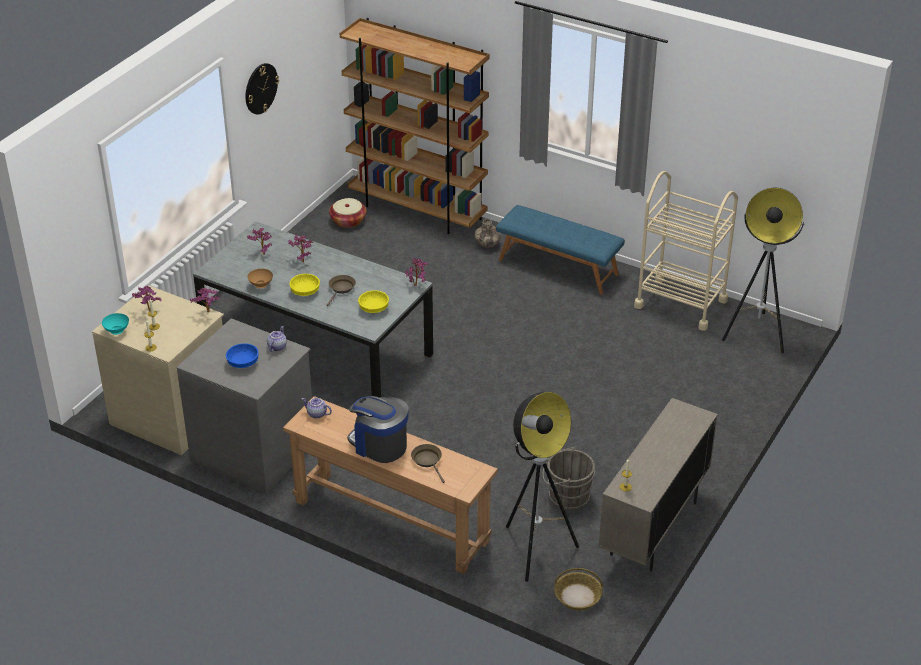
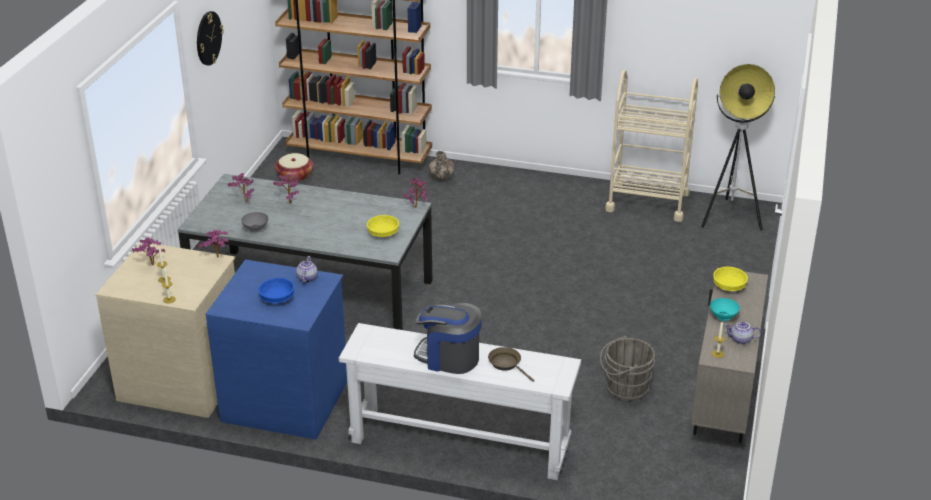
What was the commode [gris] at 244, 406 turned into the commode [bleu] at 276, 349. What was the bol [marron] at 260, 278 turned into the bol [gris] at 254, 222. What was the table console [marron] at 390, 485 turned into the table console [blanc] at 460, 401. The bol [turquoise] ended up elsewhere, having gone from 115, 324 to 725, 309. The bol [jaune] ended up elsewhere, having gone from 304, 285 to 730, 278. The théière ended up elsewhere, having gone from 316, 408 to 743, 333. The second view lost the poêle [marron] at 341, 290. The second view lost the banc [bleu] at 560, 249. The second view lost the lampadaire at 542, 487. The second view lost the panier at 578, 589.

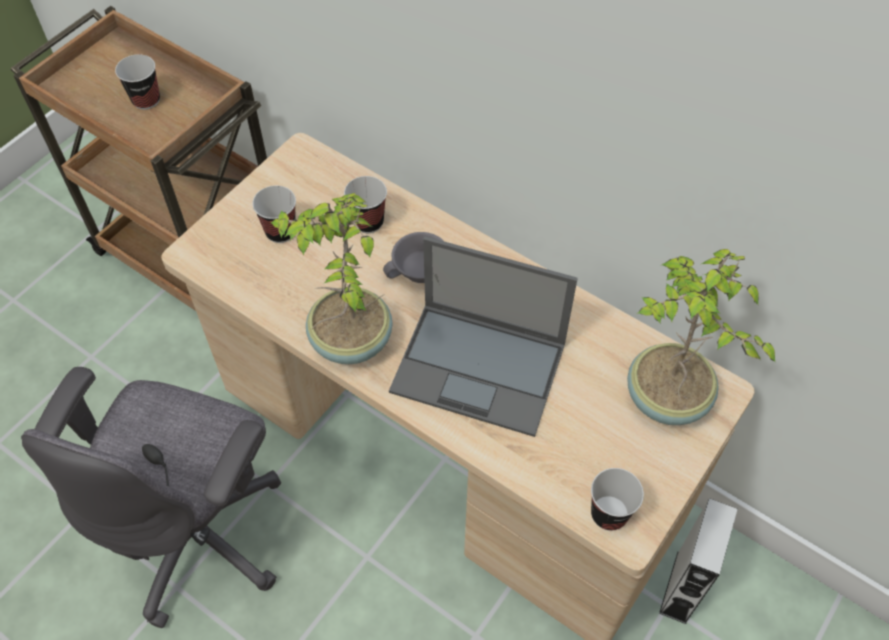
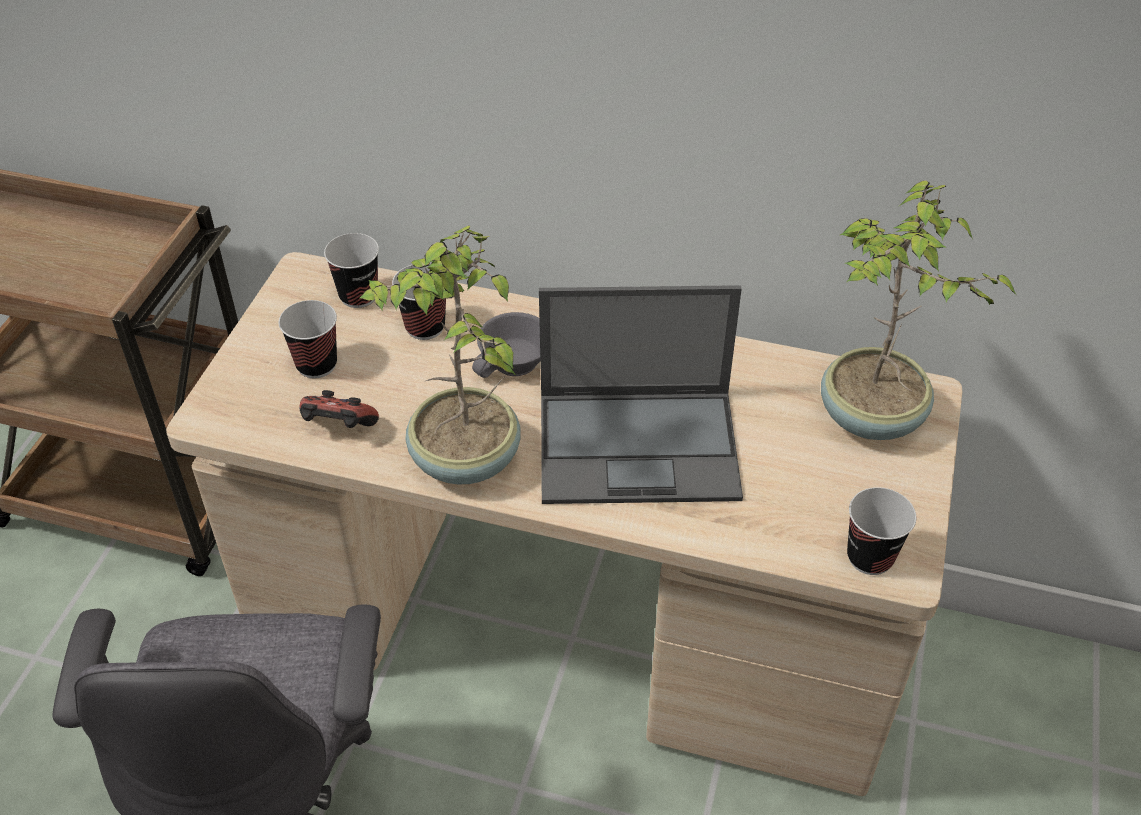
The second view gained the manette at 339, 409. The tasse ended up elsewhere, having gone from 137, 82 to 351, 270. The second view lost the enceinte [gris] at 698, 561.

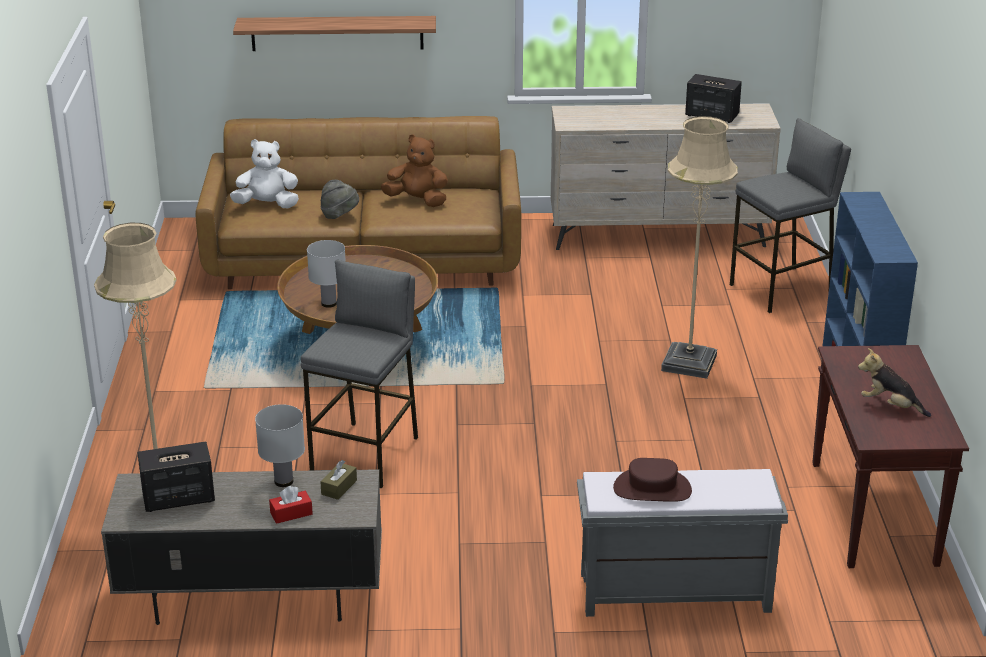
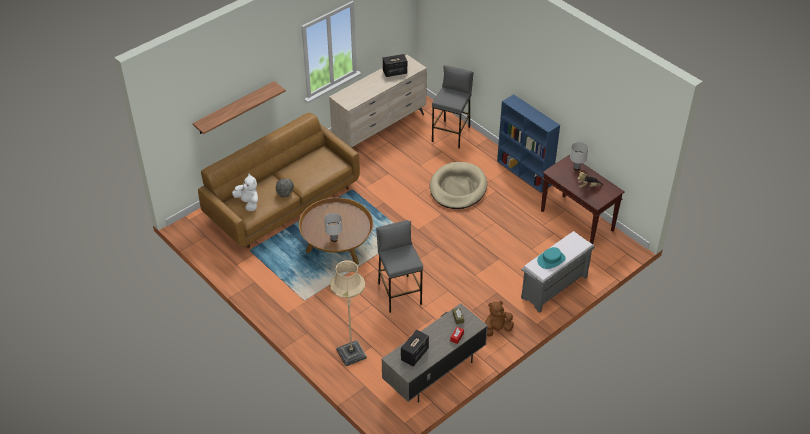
The peluche [blanc] at 264, 173 ended up facing another way, 90 degrees clockwise from before. Where the lampadaire [beige] stood at 699, 247, the panier pour chien [beige] came to stand at 458, 185. The peluche [marron] ended up elsewhere, having gone from 414, 170 to 499, 319. What was the chapeau [marron] at 652, 480 turned into the chapeau [turquoise] at 551, 258. The lampe de table [blanc] ended up elsewhere, having gone from 280, 445 to 579, 156.

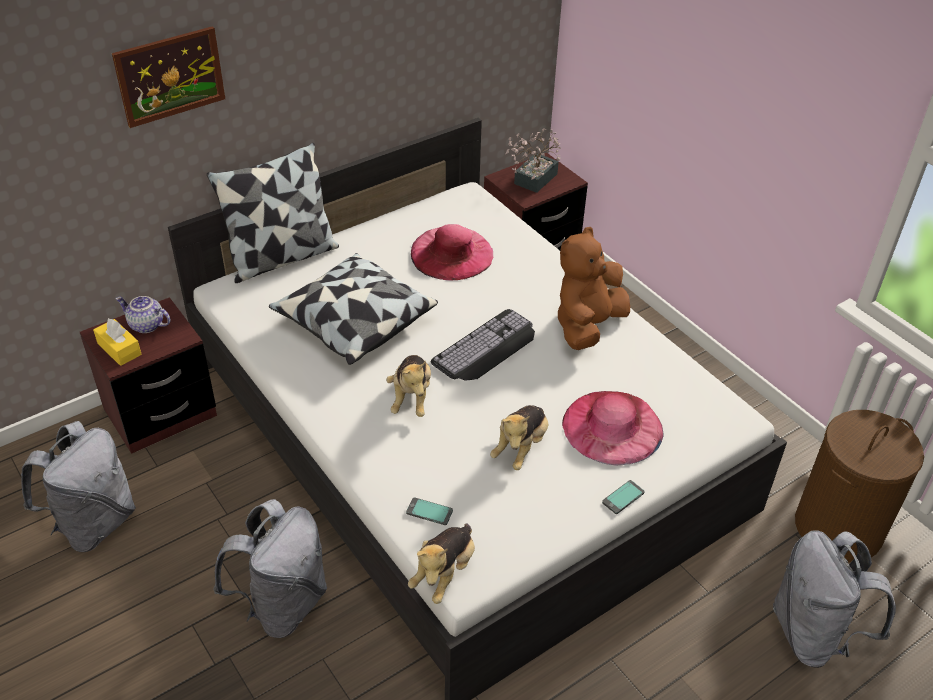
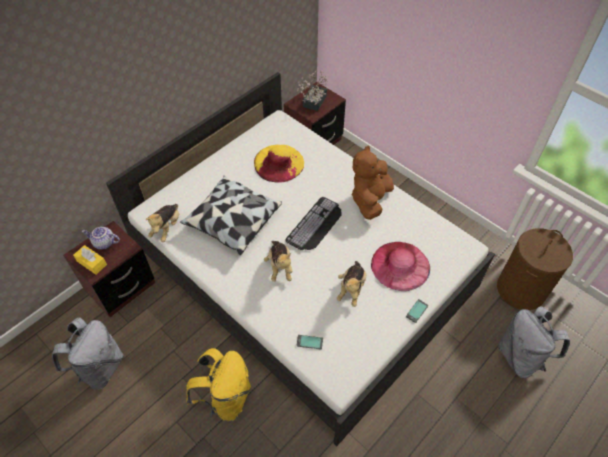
The peluche ended up elsewhere, having gone from 441, 563 to 162, 223. What was the sac à dos [gris] at 270, 568 turned into the sac à dos [jaune] at 218, 384. What was the chapeau [rose] at 452, 252 turned into the chapeau [jaune] at 279, 164. The second view lost the tableau at 168, 77. The second view lost the coussin at 273, 213.

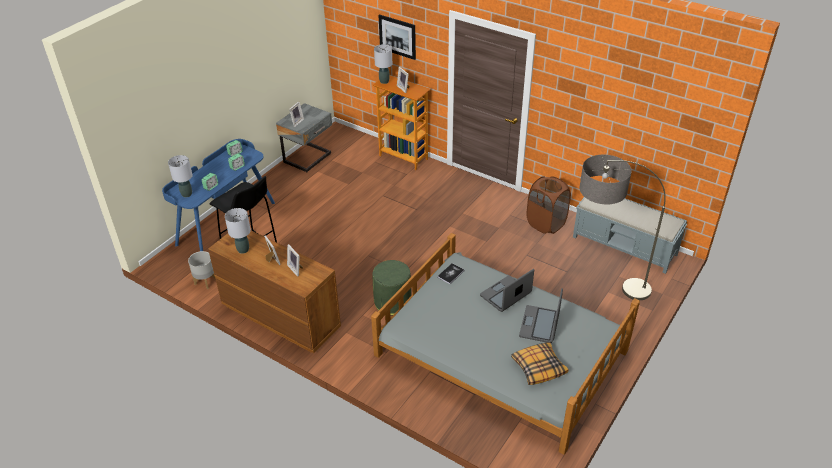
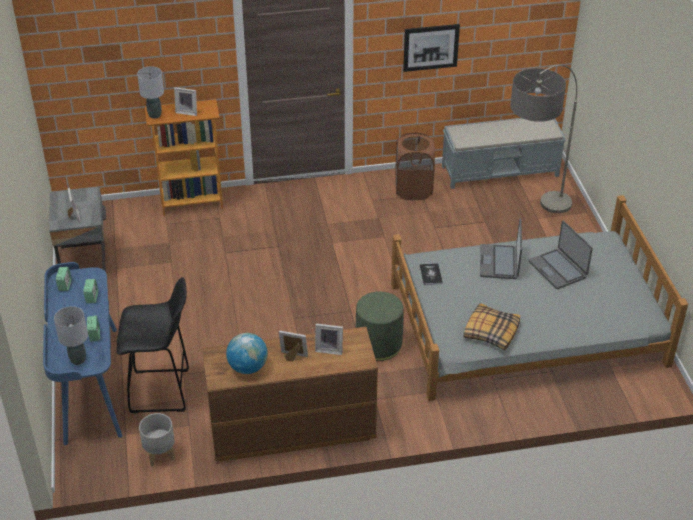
Where the lampe de table [gris] stood at 238, 231, the globe came to stand at 247, 353. The tableau ended up elsewhere, having gone from 397, 37 to 431, 48. The coussin ended up elsewhere, having gone from 540, 363 to 491, 326.

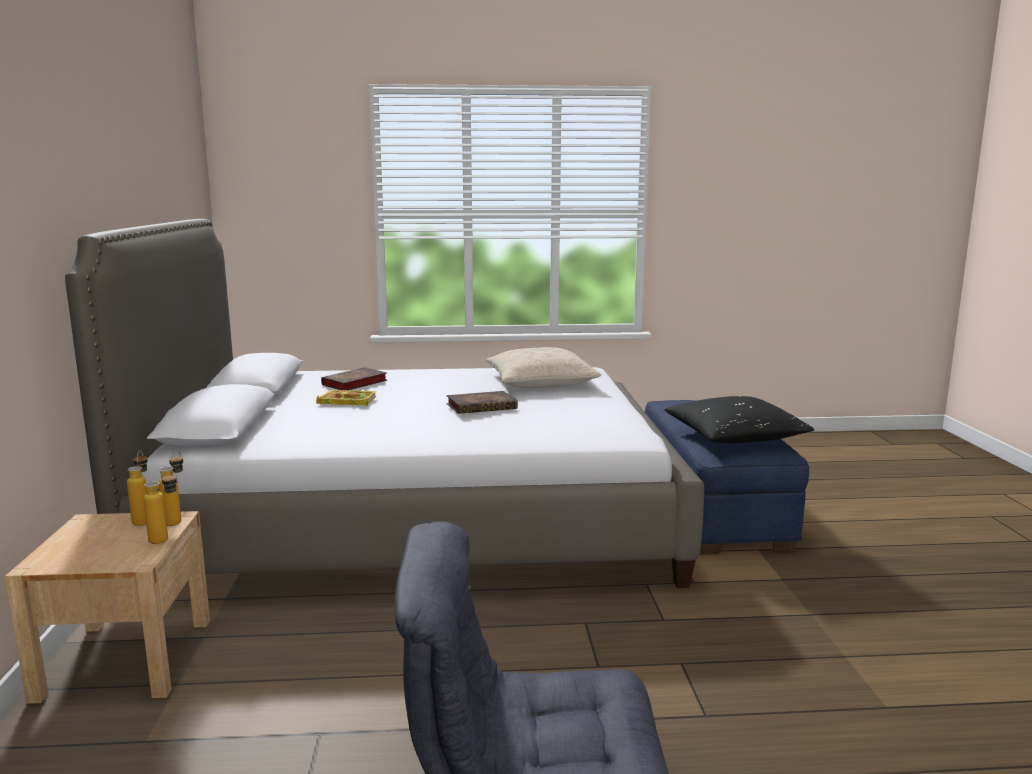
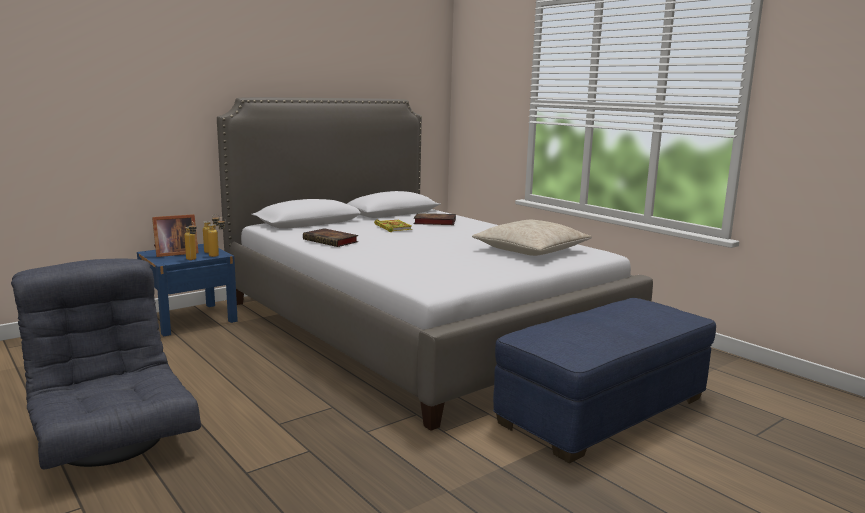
What was the table de chevet [beige] at 107, 607 turned into the table de chevet [bleu] at 187, 290. The second view gained the cadre photo at 175, 235. The livre ended up elsewhere, having gone from 482, 402 to 330, 237. The second view lost the coussin [noir] at 739, 419.

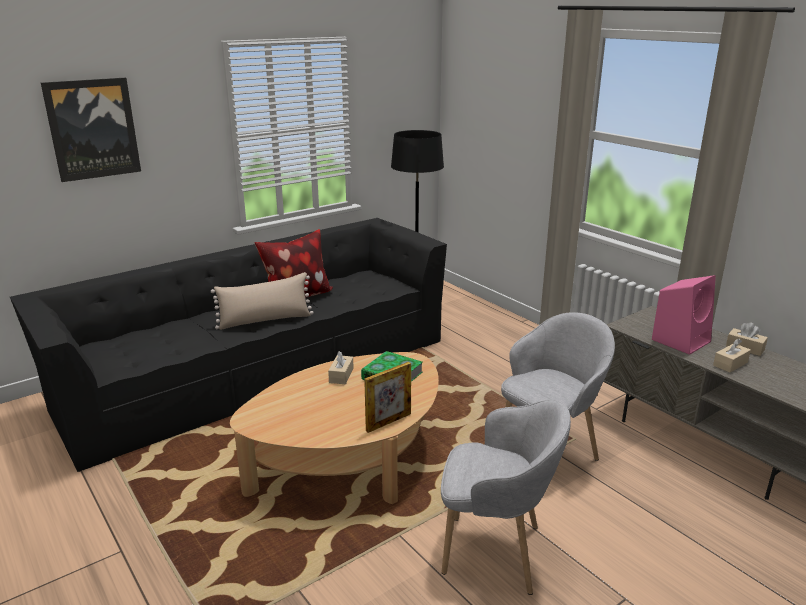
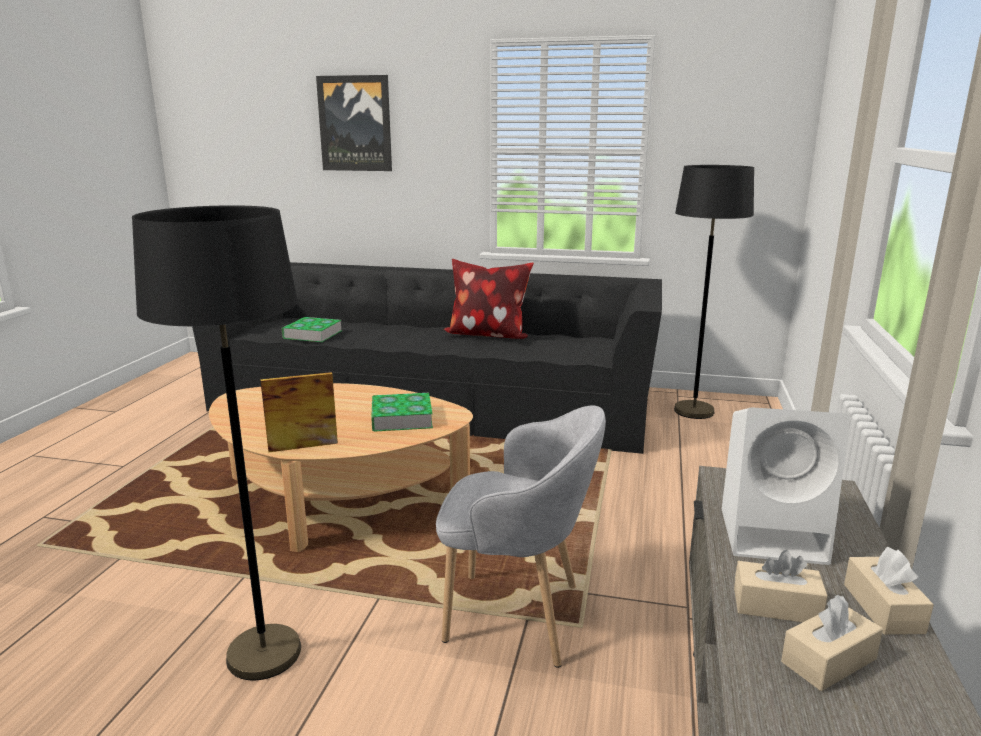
Where the fauteuil [gris] stood at 506, 497, the lampadaire [noir] came to stand at 216, 442. The cadre photo at 387, 397 ended up facing another way, 150 degrees clockwise from before. The second view gained the livre at 312, 329. What was the enceinte [rose] at 684, 315 turned into the enceinte [blanc] at 786, 486. The boîte à mouchoirs [beige] ended up elsewhere, having gone from 341, 367 to 832, 643. The second view lost the coussin [beige] at 262, 301.

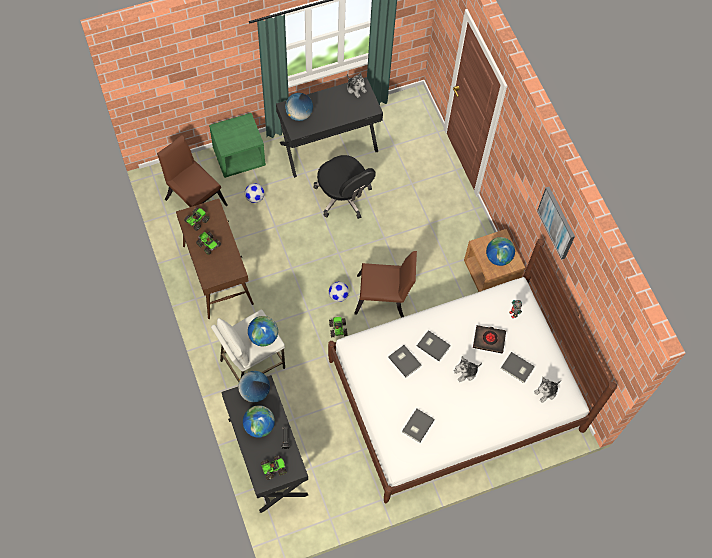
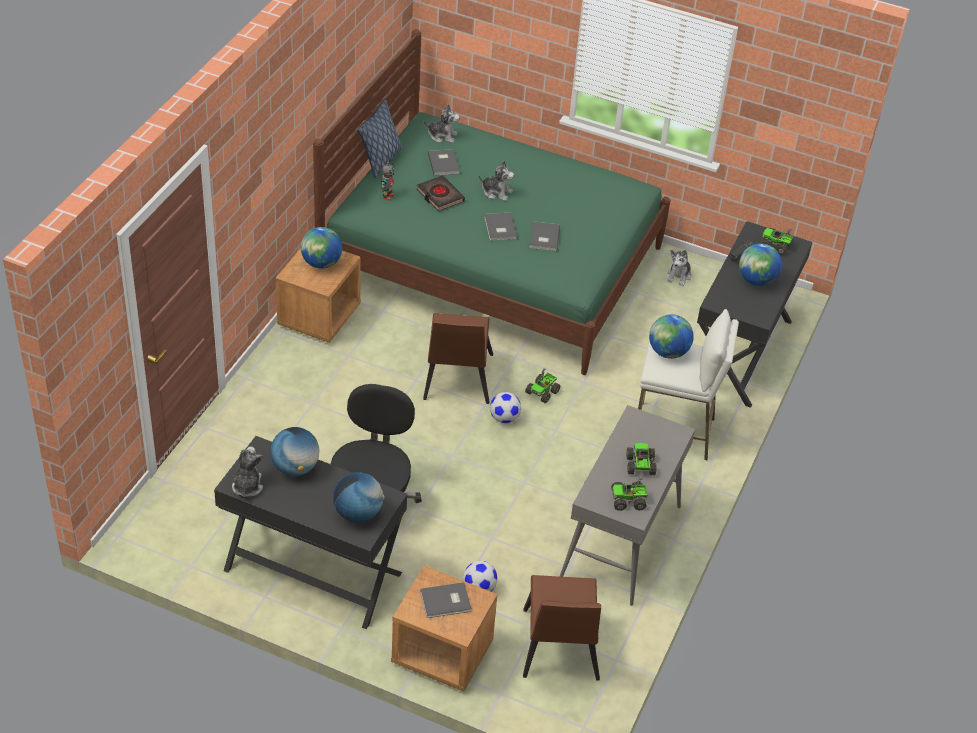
The globe ended up elsewhere, having gone from 254, 386 to 295, 451. What was the lit [blanc] at 472, 370 turned into the lit [vert] at 491, 202. The second view gained the coussin at 379, 139. What was the table de chevet [vert] at 237, 145 turned into the table de chevet [marron] at 444, 629. The livre [gris] ended up elsewhere, having gone from 418, 426 to 445, 600. The chaise [marron] at 385, 284 ended up facing another way, 135 degrees counterclockwise from before. What was the table console [marron] at 215, 259 turned into the table console [gris] at 627, 505. The second view gained the peluche at 679, 268. The second view lost the tableau at 556, 223.

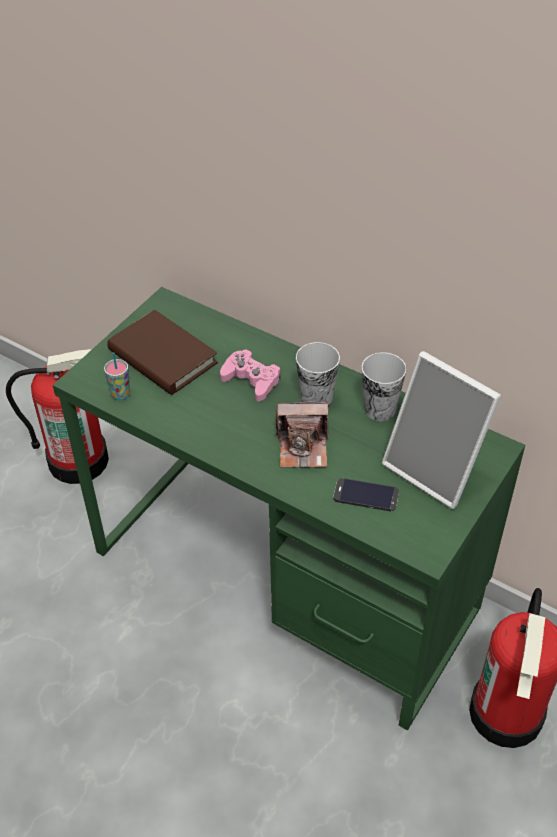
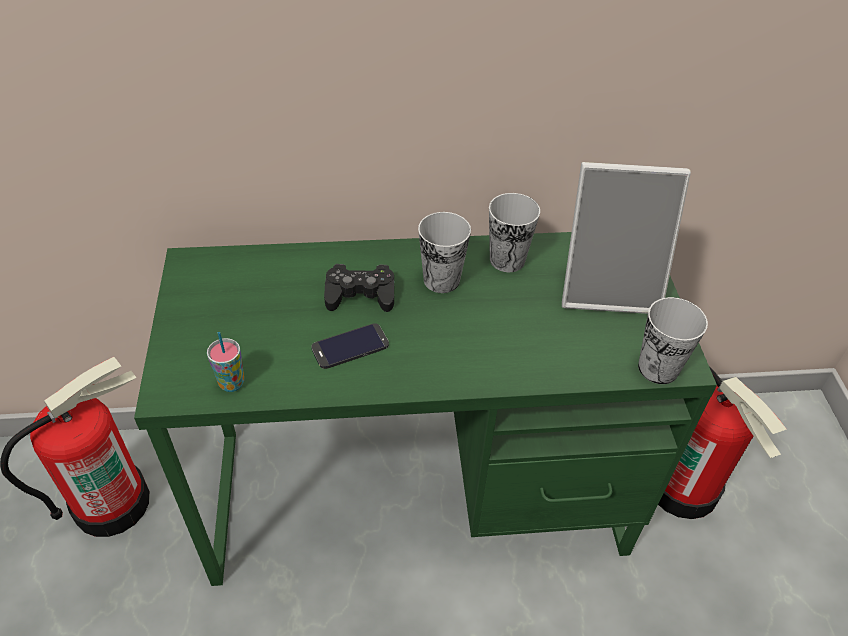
The téléphone ended up elsewhere, having gone from 366, 494 to 350, 346. What was the manette [rose] at 250, 375 turned into the manette [noir] at 359, 288. The second view gained the tasse at 673, 340. The second view lost the livre [marron] at 162, 352. The second view lost the appareil photo at 301, 434.

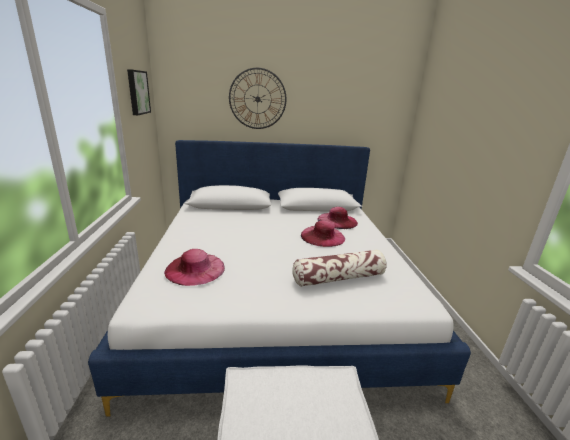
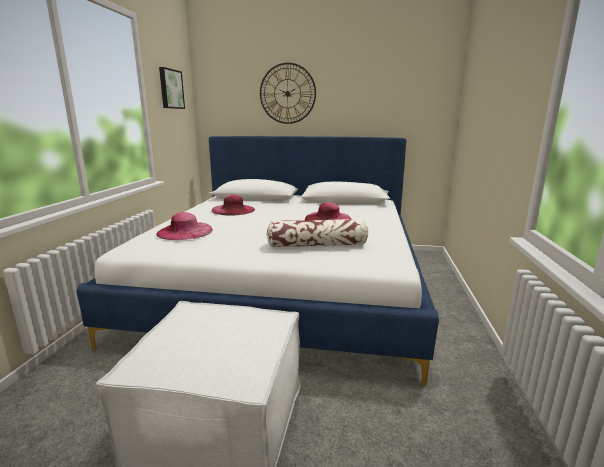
The chapeau [rose] ended up elsewhere, having gone from 337, 218 to 233, 205.

